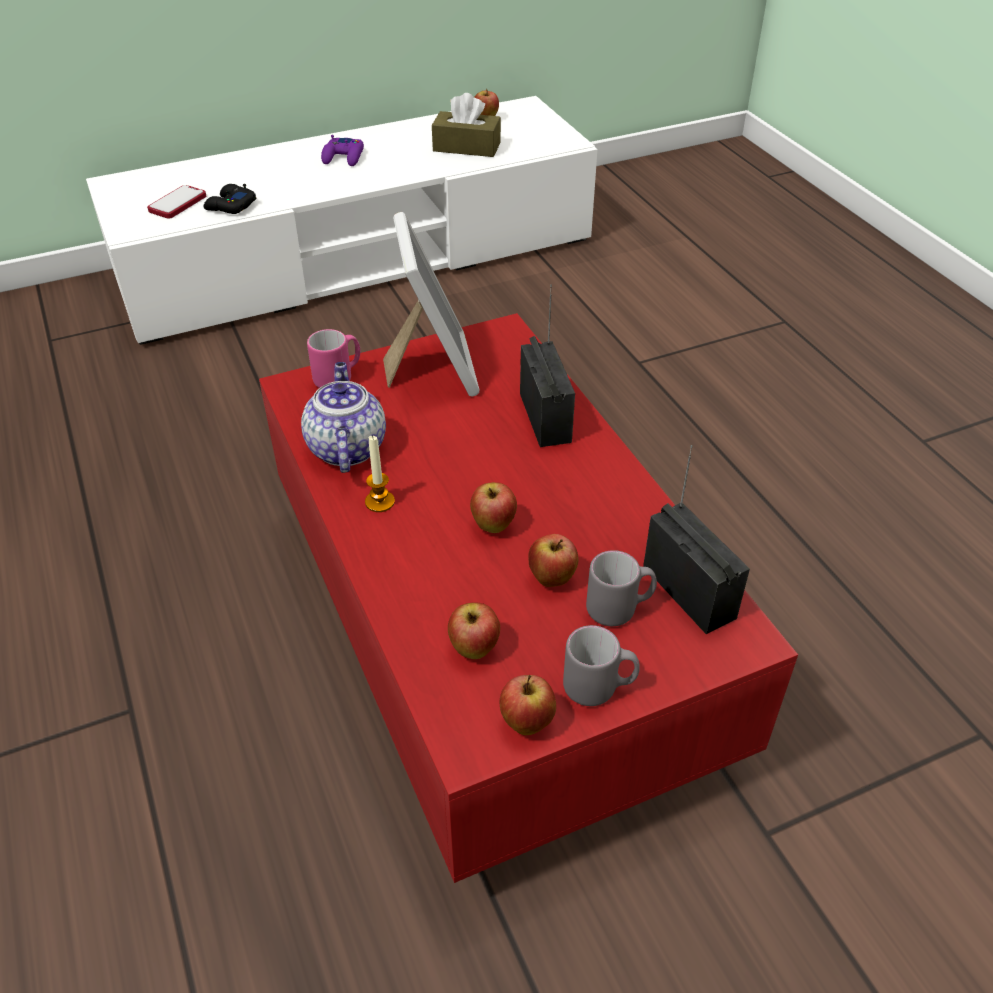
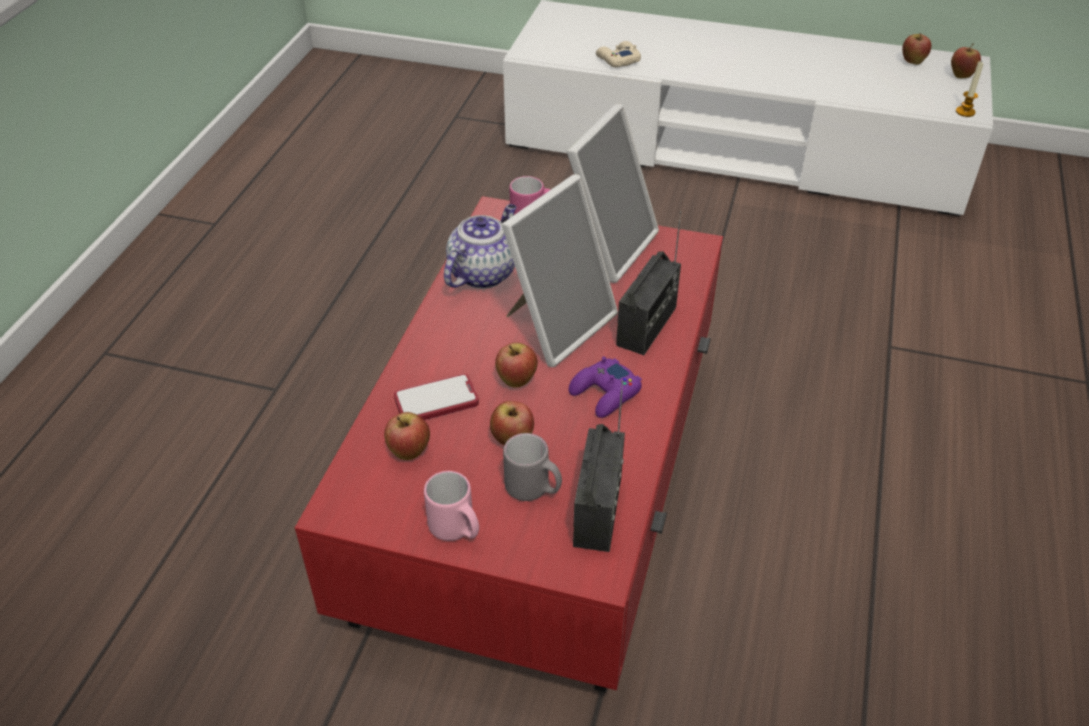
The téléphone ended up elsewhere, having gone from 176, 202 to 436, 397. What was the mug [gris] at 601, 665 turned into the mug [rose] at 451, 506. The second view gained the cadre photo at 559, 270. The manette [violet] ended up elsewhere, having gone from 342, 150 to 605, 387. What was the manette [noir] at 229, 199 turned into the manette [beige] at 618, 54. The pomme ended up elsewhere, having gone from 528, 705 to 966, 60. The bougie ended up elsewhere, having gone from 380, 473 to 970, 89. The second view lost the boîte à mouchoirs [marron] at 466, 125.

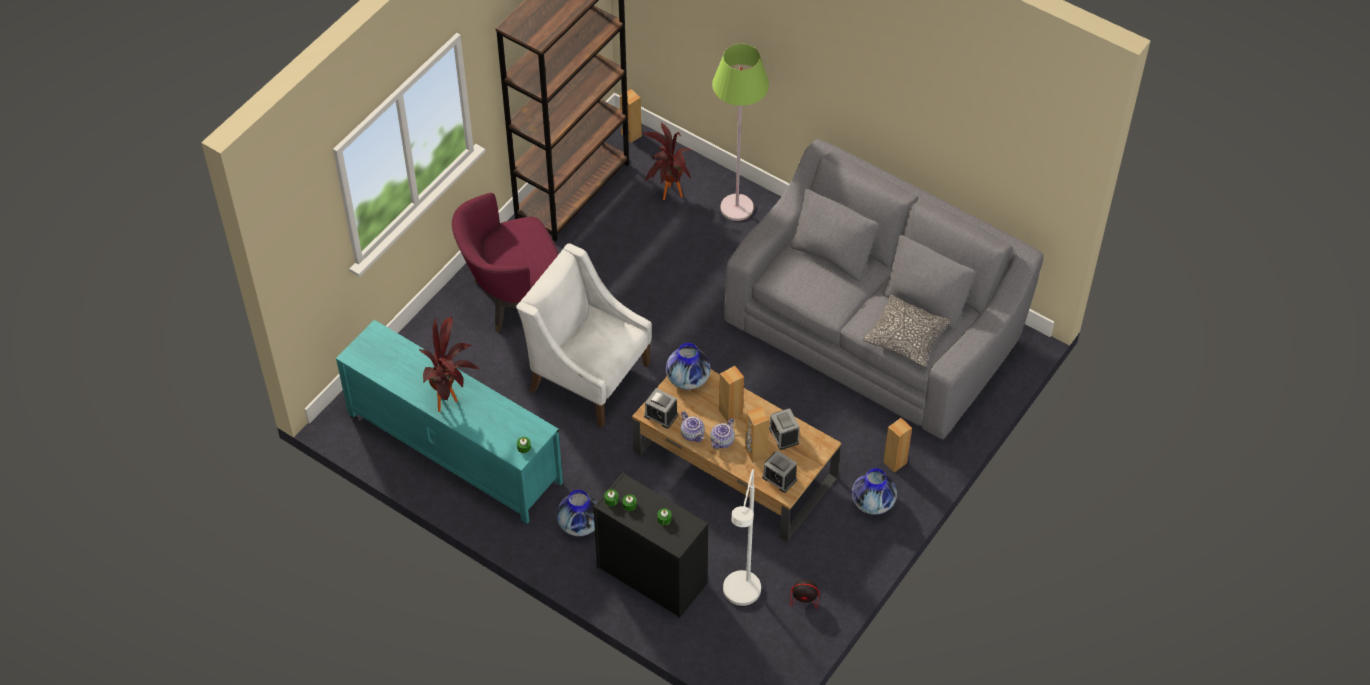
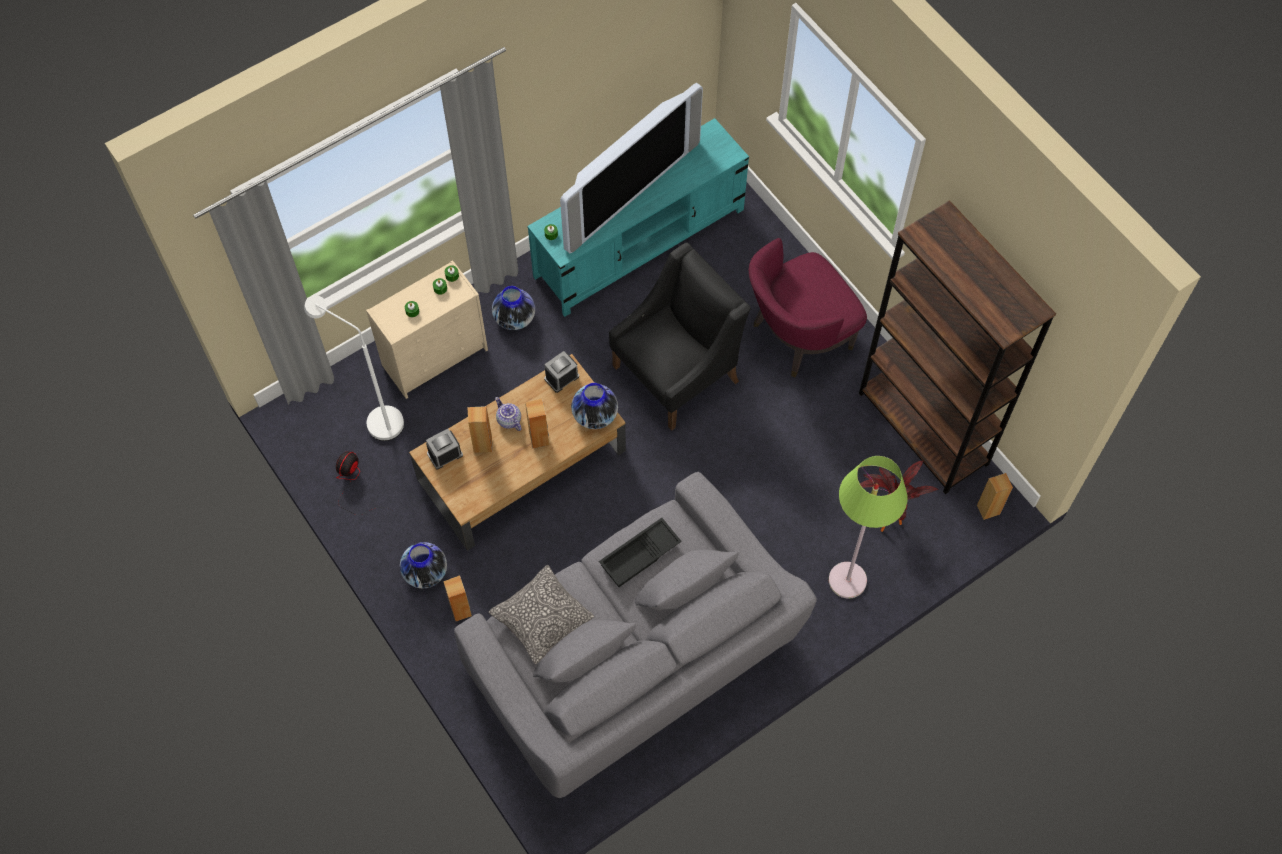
What was the commode [noir] at 650, 545 turned into the commode [beige] at 427, 329. Where the plante en pot stood at 449, 364, the téléviseur came to stand at 631, 168. The second view gained the plateau [noir] at 640, 552. What was the fauteuil [blanc] at 584, 335 turned into the fauteuil [noir] at 680, 336. The fauteuil [violet] at 505, 262 ended up facing another way, 120 degrees counterclockwise from before. The second view lost the théière at 692, 426. The second view lost the réveil at 784, 429.

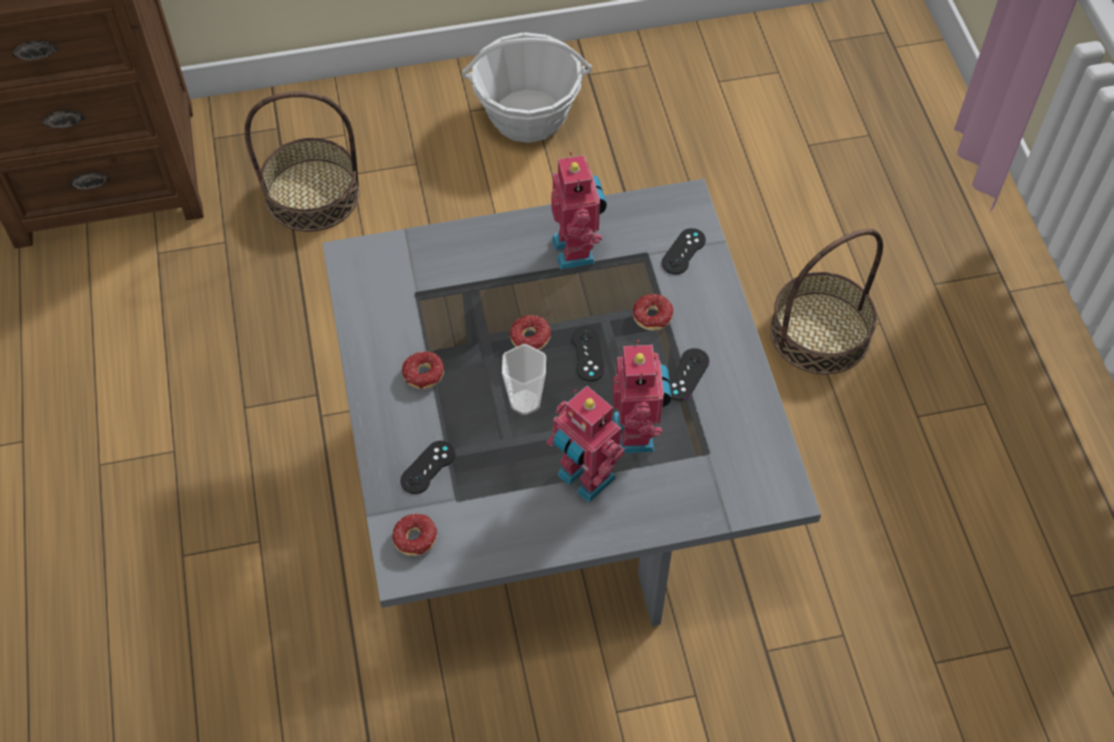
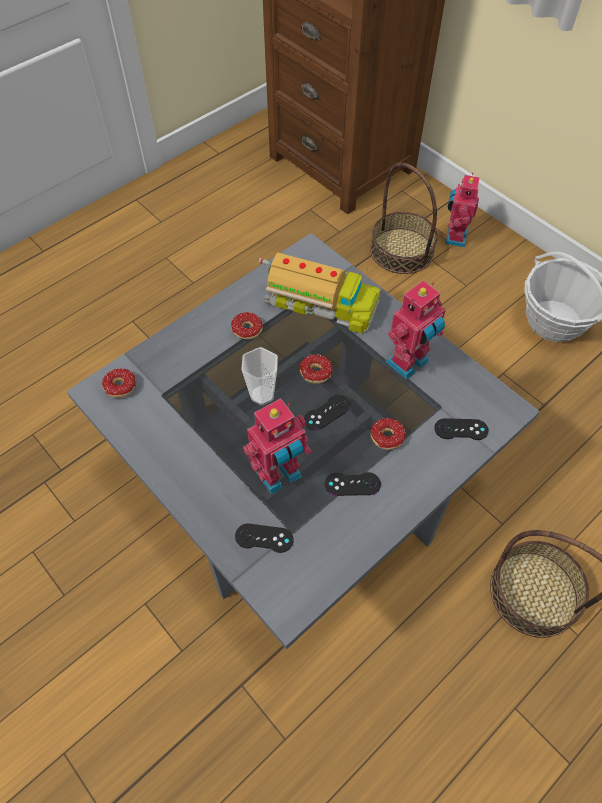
The manette [noir] ended up elsewhere, having gone from 427, 467 to 264, 538. The second view gained the camion jouet at 320, 293. The robot jouet ended up elsewhere, having gone from 586, 444 to 462, 210.

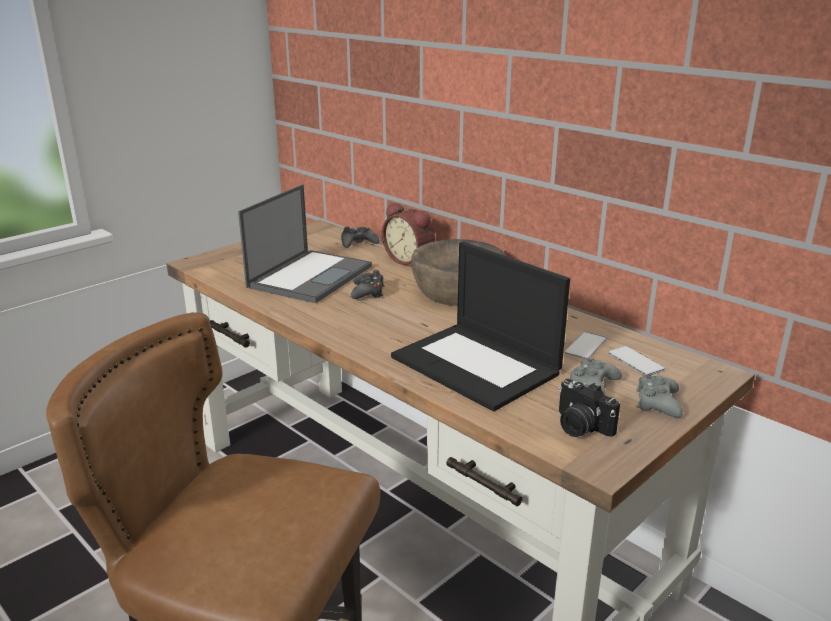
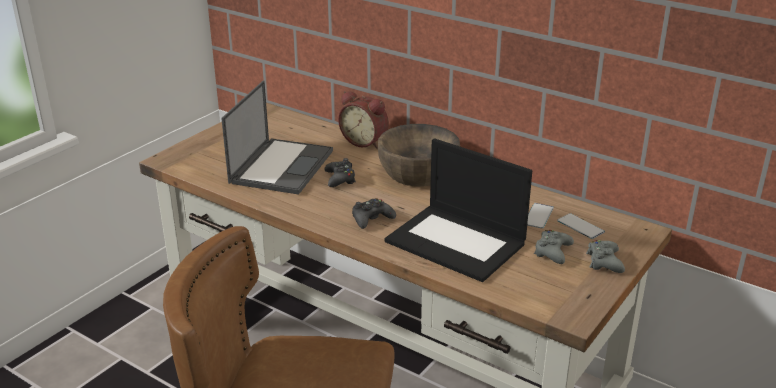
The manette [noir] ended up elsewhere, having gone from 360, 237 to 374, 213. The second view lost the appareil photo at 589, 408.

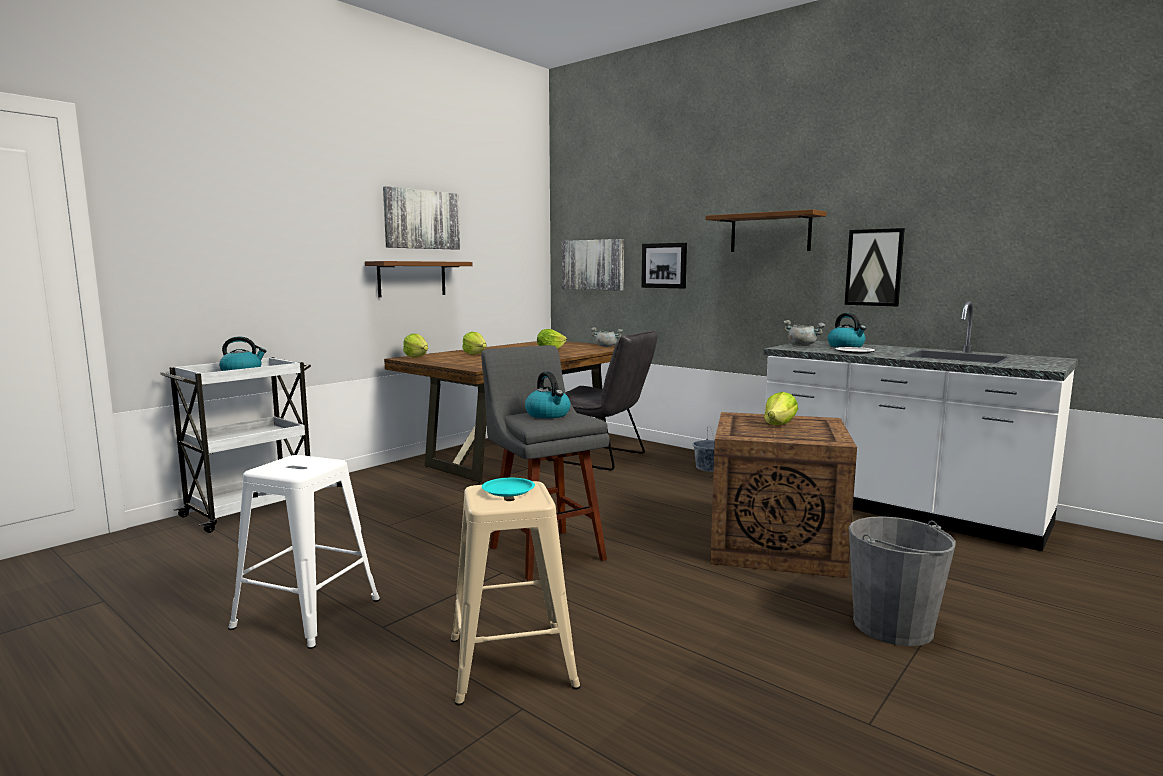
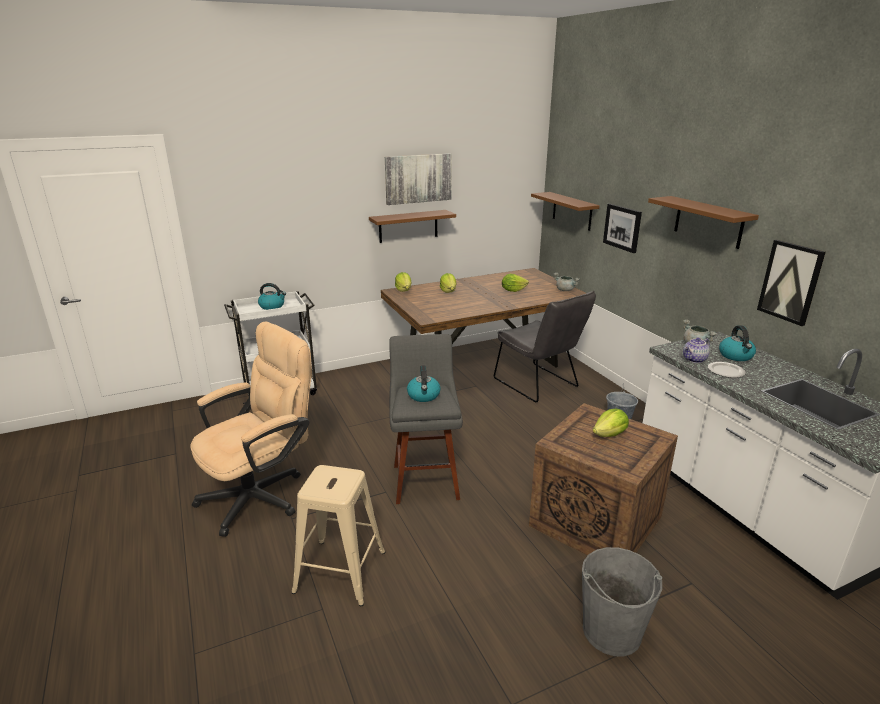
Where the tabouret [blanc] stood at 304, 552, the chaise de bureau [beige] came to stand at 251, 429. Where the tableau hung at 593, 265, the étagère [marron] came to hang at 565, 211. The second view gained the théière at 696, 350. The second view lost the assiette [turquoise] at 508, 487.

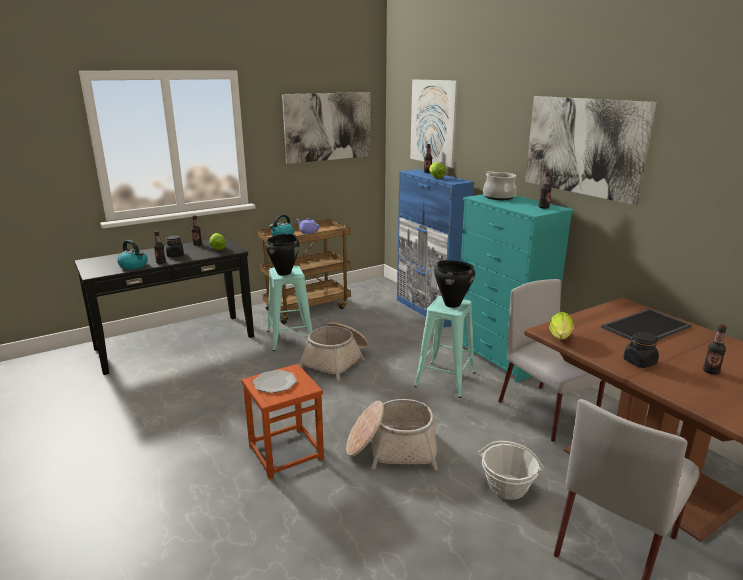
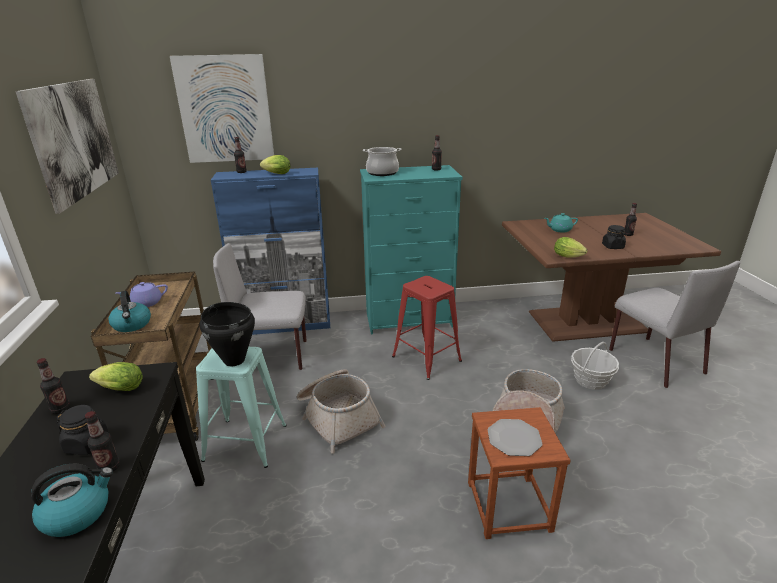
The chaise [gris] ended up elsewhere, having gone from 551, 360 to 260, 306. What was the tabouret [turquoise] at 445, 347 turned into the tabouret [rouge] at 427, 328. Where the plateau stood at 646, 324, the théière [turquoise] came to stand at 561, 223. The second view lost the marmite [noir] at 454, 284. The second view lost the tableau at 591, 150.

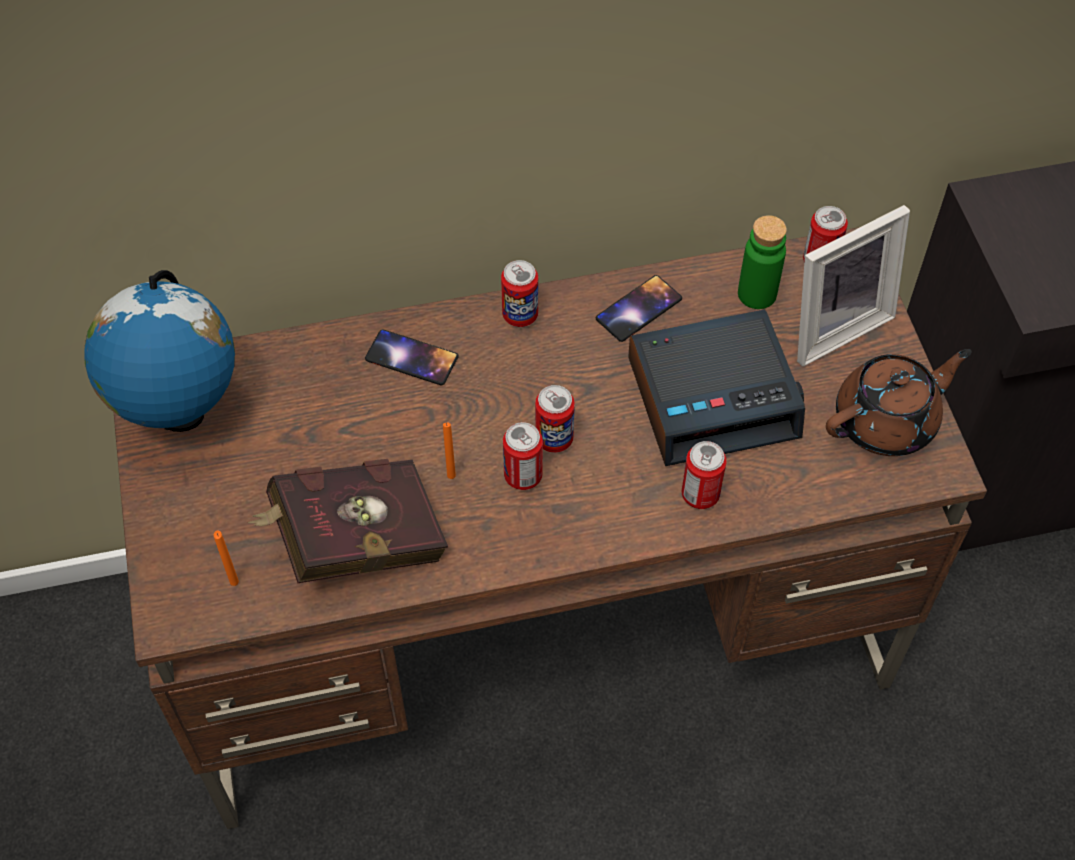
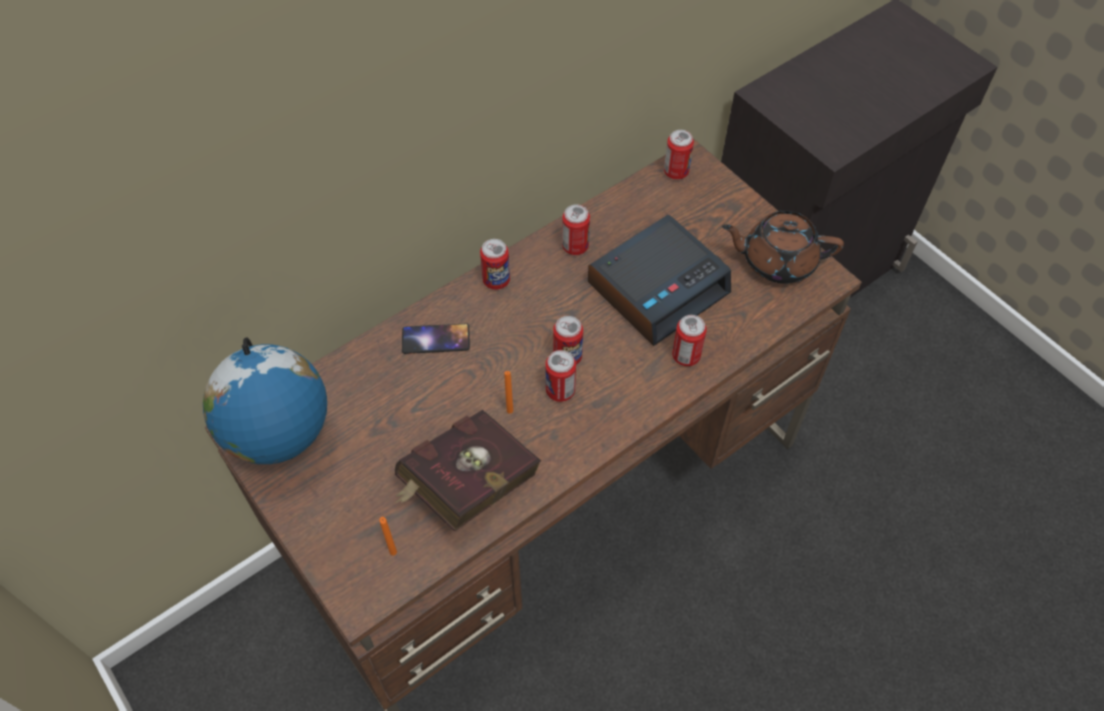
Where the téléphone stood at 639, 308, the boîte métallique came to stand at 576, 229. The théière [marron] at 899, 402 ended up facing another way, 120 degrees counterclockwise from before. The second view lost the bouteille [vert] at 762, 262. The second view lost the cadre photo at 853, 285.

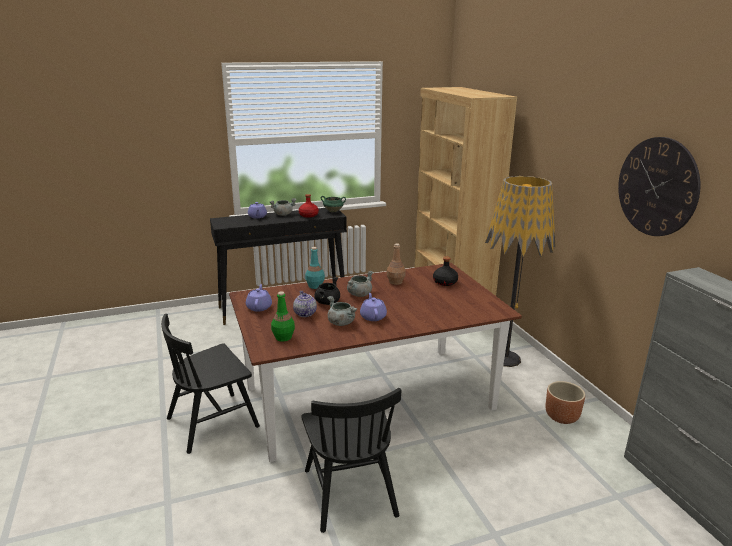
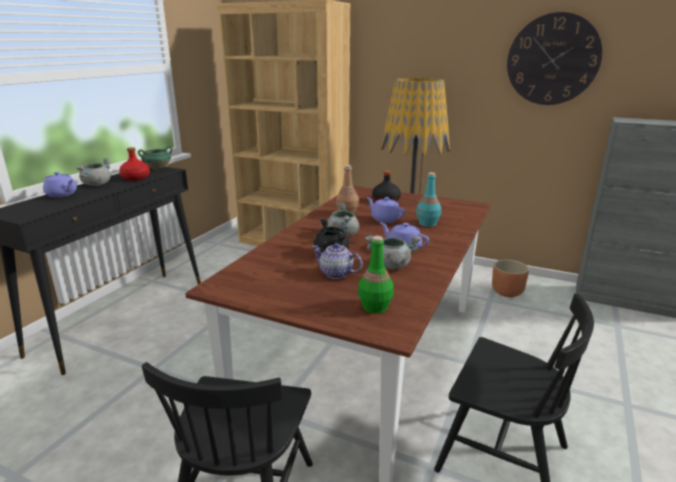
The théière [violet] ended up elsewhere, having gone from 259, 298 to 385, 210. The bouteille [turquoise] ended up elsewhere, having gone from 315, 268 to 428, 199.

